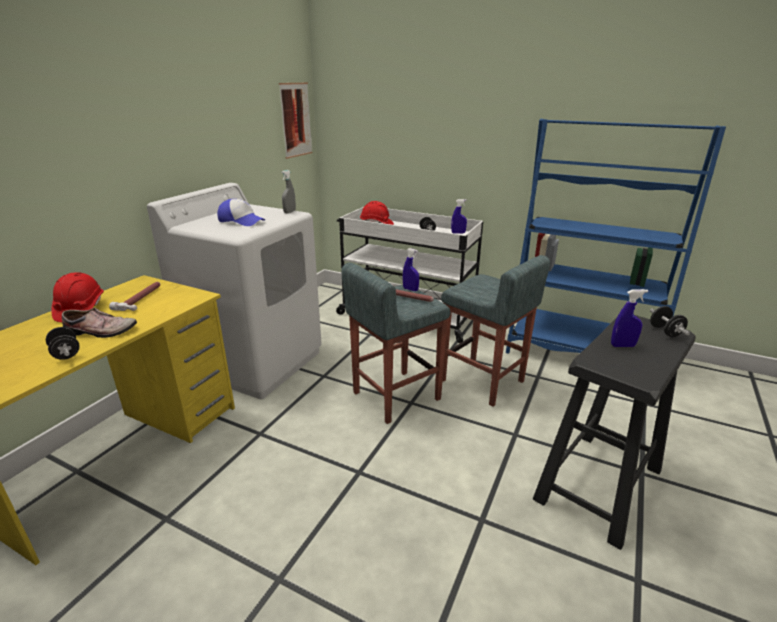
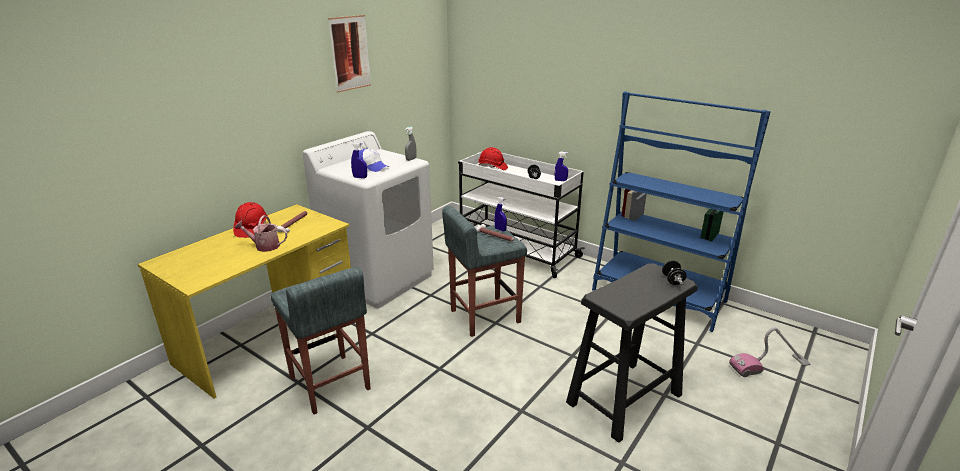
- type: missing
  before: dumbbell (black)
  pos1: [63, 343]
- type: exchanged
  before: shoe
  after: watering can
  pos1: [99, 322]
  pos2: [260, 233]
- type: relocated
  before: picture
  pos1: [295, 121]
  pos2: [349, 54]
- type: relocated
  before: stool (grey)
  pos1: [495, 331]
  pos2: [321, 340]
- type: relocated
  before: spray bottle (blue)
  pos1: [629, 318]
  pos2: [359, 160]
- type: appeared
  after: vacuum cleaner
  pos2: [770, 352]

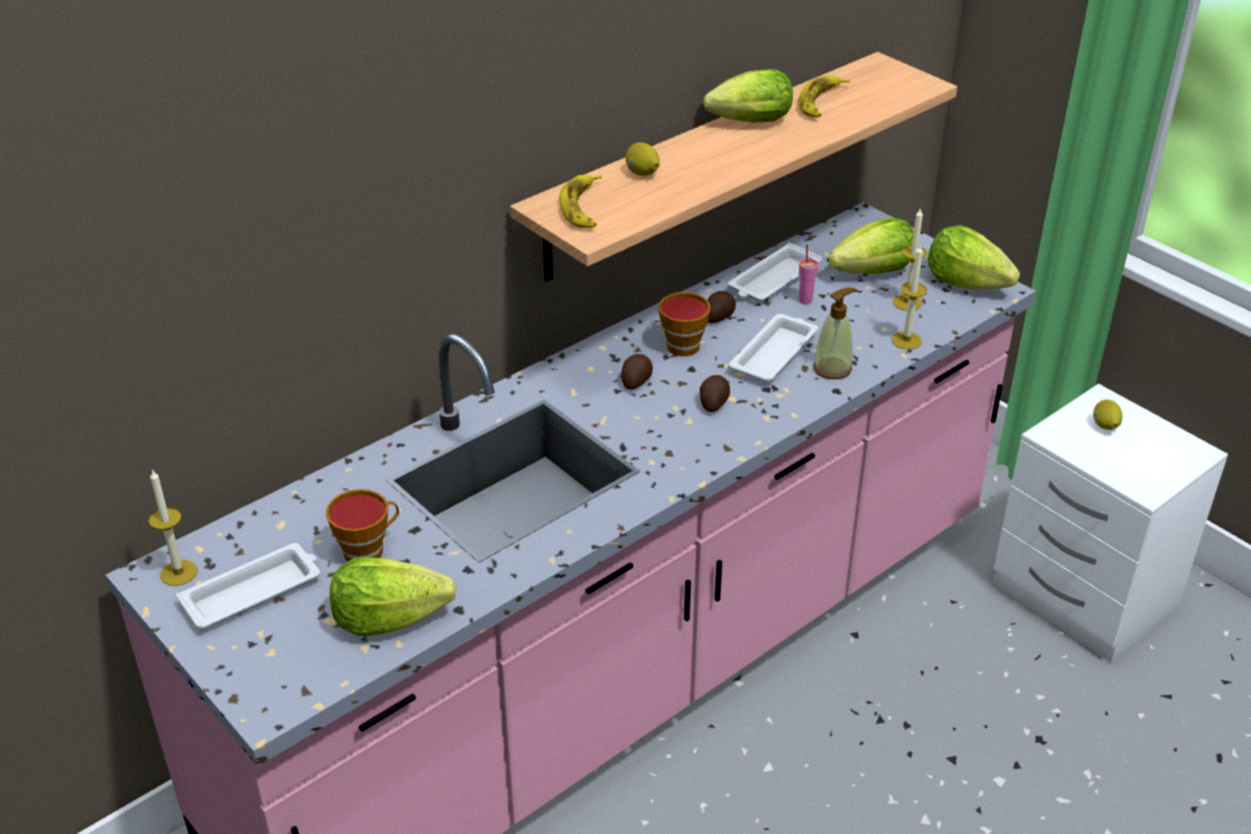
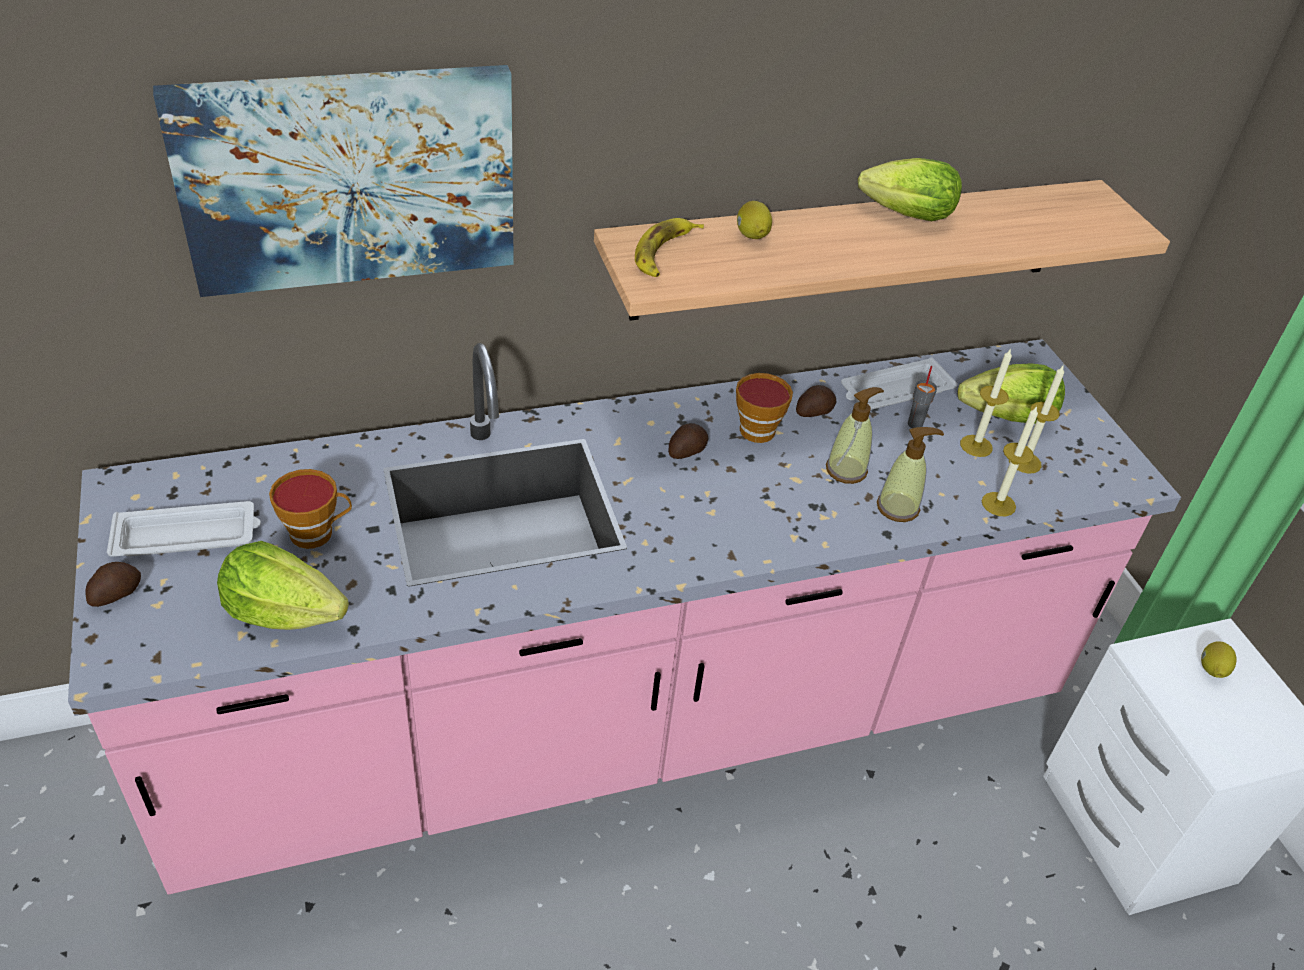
- type: relocated
  before: candle
  pos1: [173, 527]
  pos2: [986, 402]
- type: relocated
  before: potato
  pos1: [715, 393]
  pos2: [113, 584]
- type: exchanged
  before: tray (white)
  after: soap dispenser
  pos1: [773, 348]
  pos2: [855, 435]
- type: missing
  before: banana
  pos1: [824, 96]
- type: colour
  before: cup (pink)
  after: cup (grey)
  pos1: [808, 275]
  pos2: [922, 397]
- type: missing
  before: lettuce
  pos1: [974, 257]
- type: appeared
  after: picture
  pos2: [333, 181]

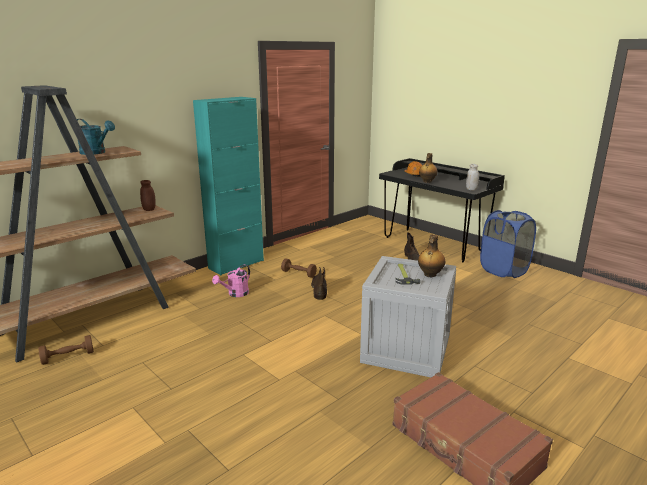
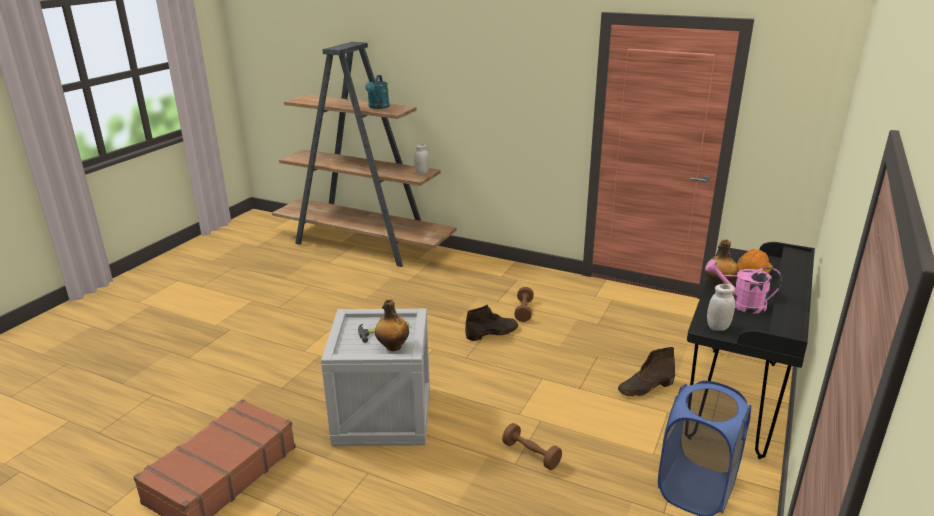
- type: relocated
  before: dumbbell (brown)
  pos1: [66, 350]
  pos2: [532, 446]
- type: colour
  before: jar (brown)
  after: jar (white)
  pos1: [148, 195]
  pos2: [421, 158]
- type: missing
  before: cabinet (turquoise)
  pos1: [228, 186]
- type: relocated
  before: watering can (pink)
  pos1: [231, 280]
  pos2: [743, 286]

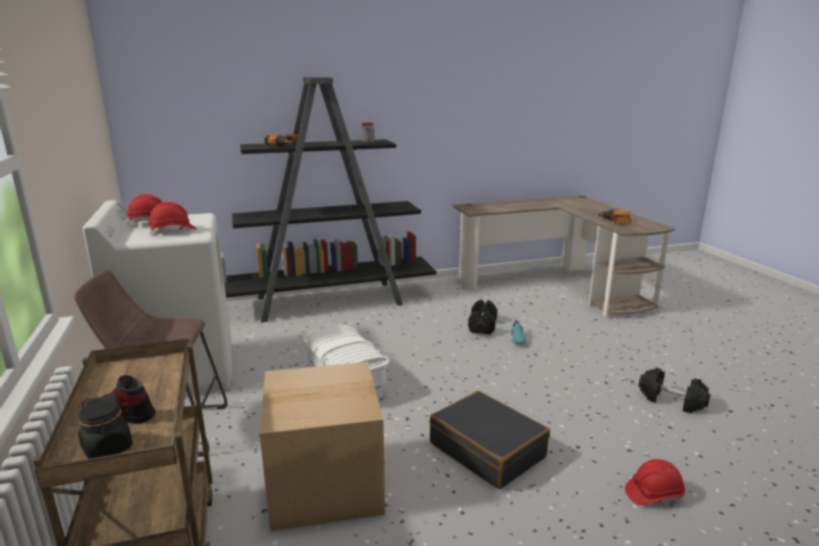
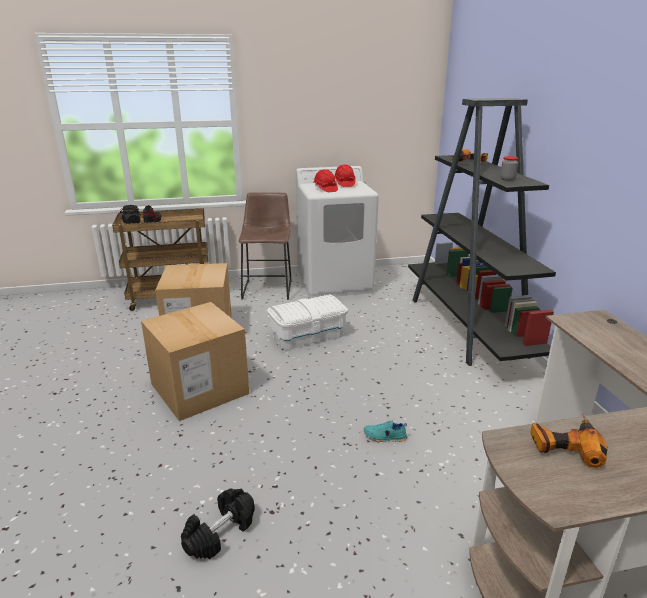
- type: exchanged
  before: suitcase (black)
  after: cardboard box
  pos1: [490, 440]
  pos2: [195, 361]
- type: missing
  before: dumbbell (black)
  pos1: [483, 317]
- type: missing
  before: hard hat (red)
  pos1: [655, 482]

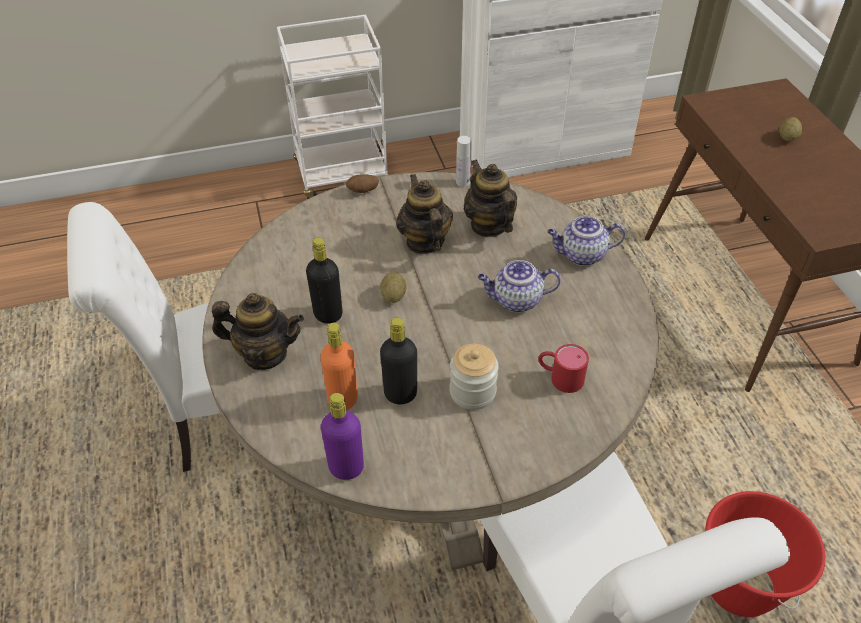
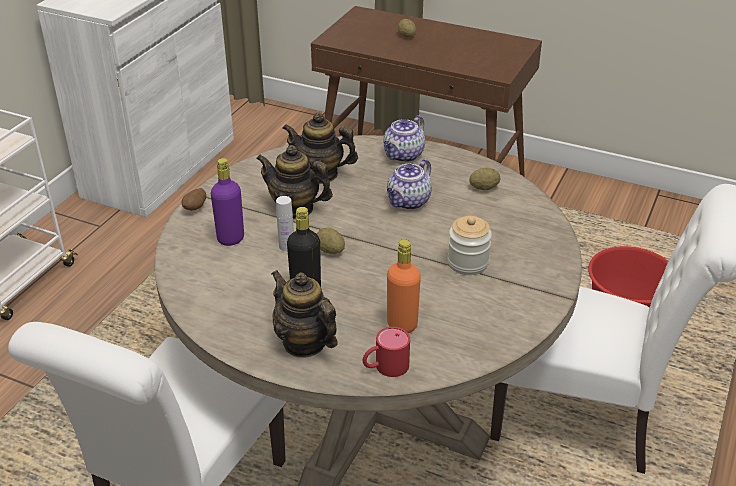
- type: spun
  before: teapot
  pos1: [258, 331]
  pos2: [304, 314]
  turn: -90
- type: relocated
  before: bottle (purple)
  pos1: [342, 436]
  pos2: [227, 202]
- type: missing
  before: bottle (black)
  pos1: [398, 361]
- type: relocated
  before: bottle (white)
  pos1: [463, 161]
  pos2: [285, 223]
- type: relocated
  before: mug (red)
  pos1: [563, 368]
  pos2: [386, 352]
- type: appeared
  after: potato
  pos2: [485, 178]

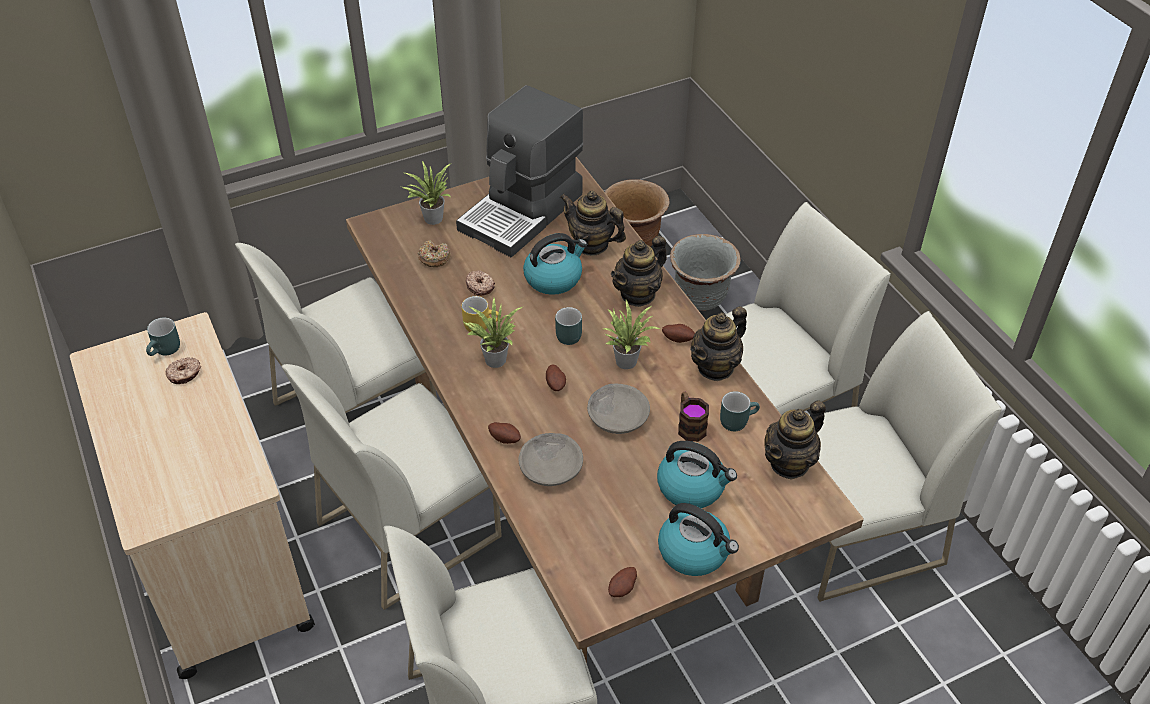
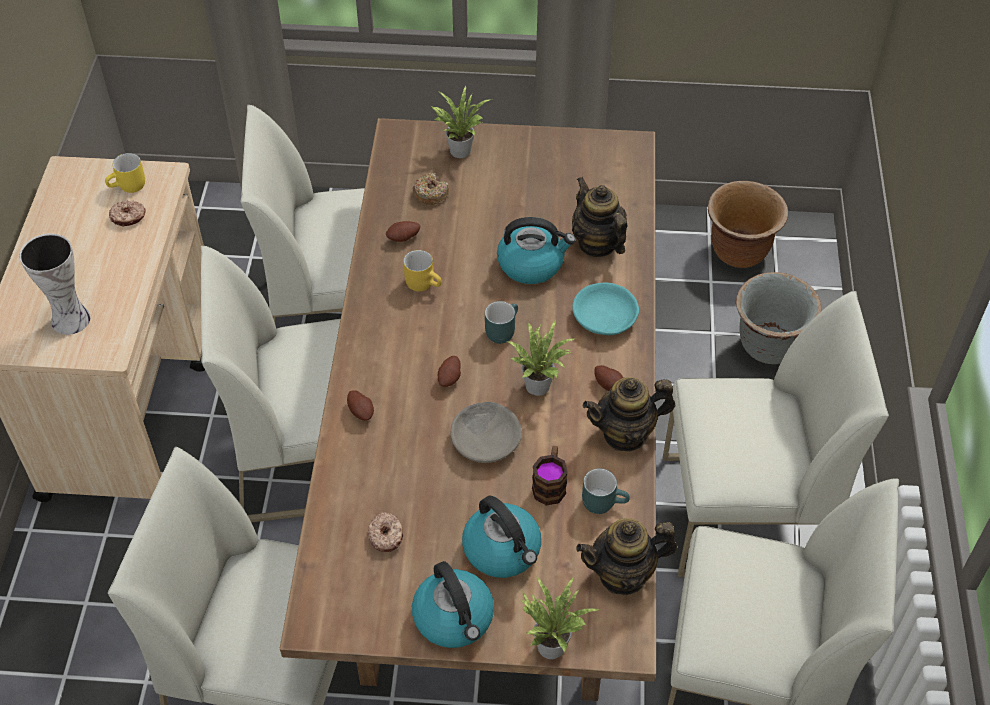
- type: colour
  before: mug (turquoise)
  after: mug (yellow)
  pos1: [163, 337]
  pos2: [125, 173]
- type: missing
  before: coffee machine
  pos1: [519, 171]
- type: relocated
  before: potted plant
  pos1: [492, 332]
  pos2: [560, 617]
- type: relocated
  before: donut
  pos1: [480, 283]
  pos2: [385, 532]
- type: missing
  before: bowl (grey)
  pos1: [550, 459]
- type: relocated
  before: potato
  pos1: [622, 582]
  pos2: [403, 231]
- type: exchanged
  before: teapot
  after: bowl (turquoise)
  pos1: [639, 271]
  pos2: [605, 309]
- type: appeared
  after: vase
  pos2: [55, 284]

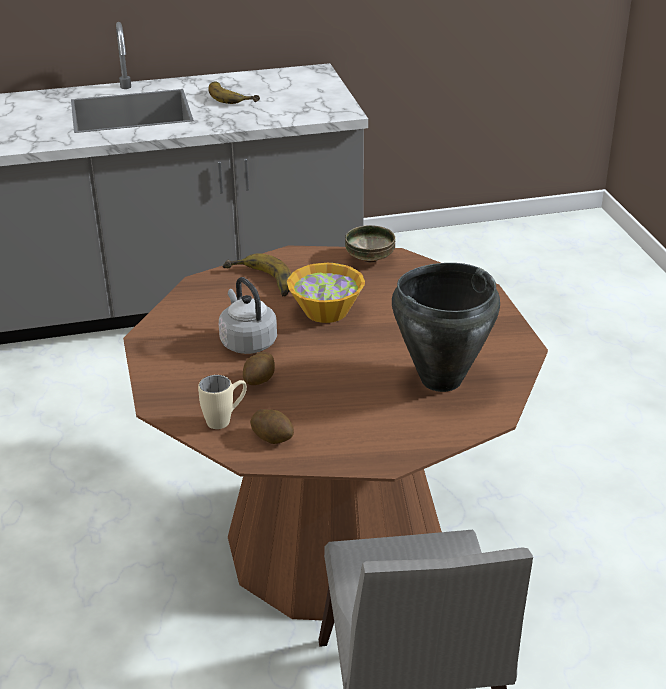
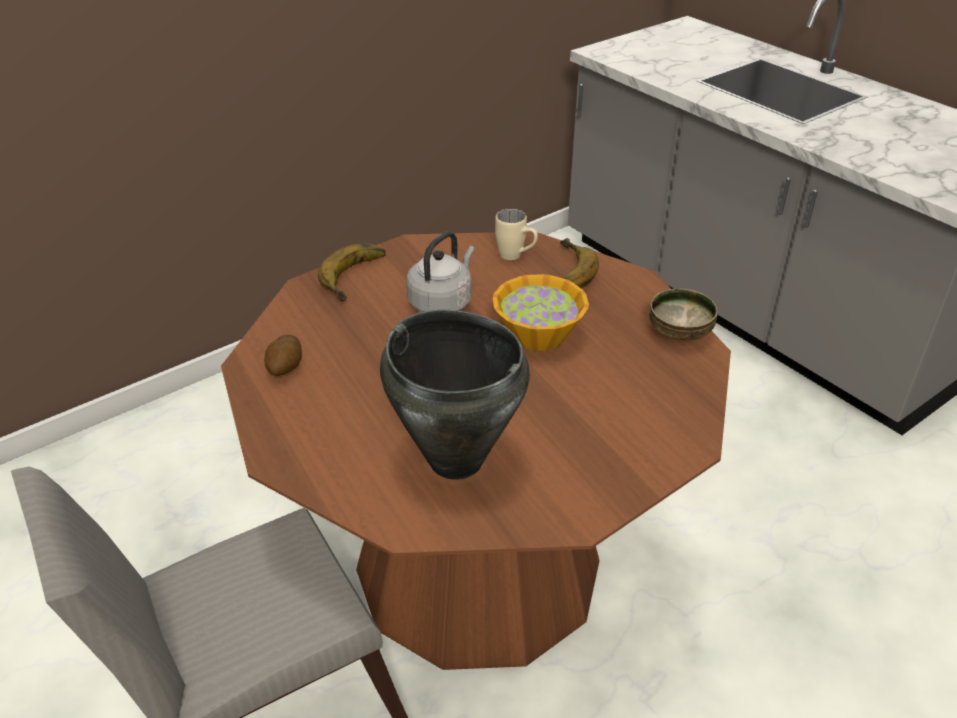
- type: relocated
  before: mug (beige)
  pos1: [222, 402]
  pos2: [516, 234]
- type: relocated
  before: banana
  pos1: [234, 92]
  pos2: [352, 272]
- type: missing
  before: potato
  pos1: [259, 368]

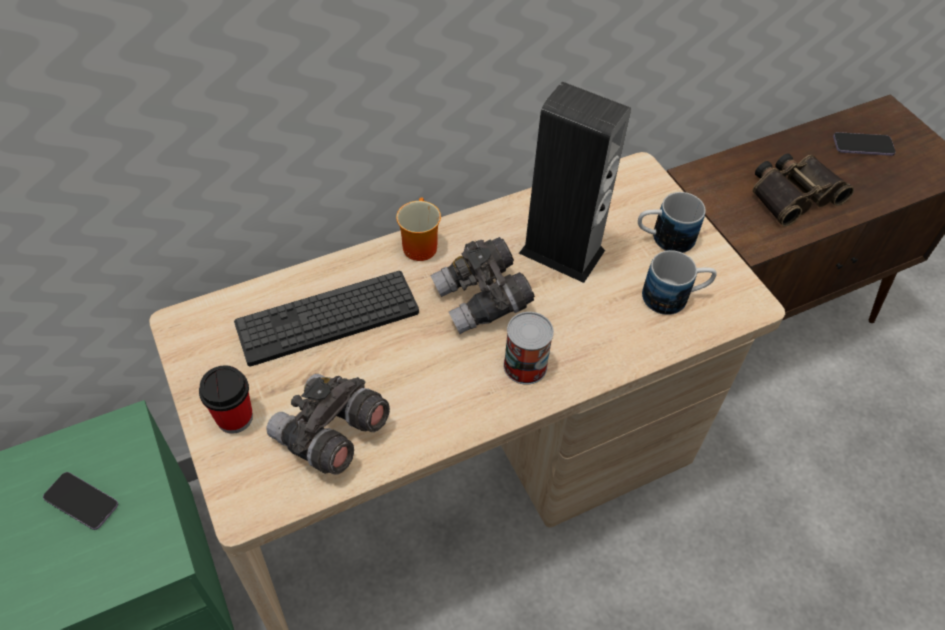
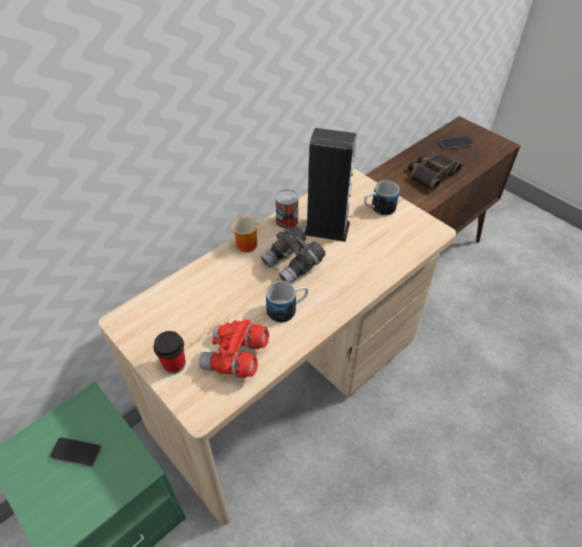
- type: missing
  before: keyboard
  pos1: [326, 319]
- type: colour
  before: binoculars (grey)
  after: binoculars (red)
  pos1: [328, 424]
  pos2: [234, 348]
- type: relocated
  before: can
  pos1: [528, 348]
  pos2: [287, 209]
- type: relocated
  before: mug
  pos1: [679, 282]
  pos2: [287, 302]

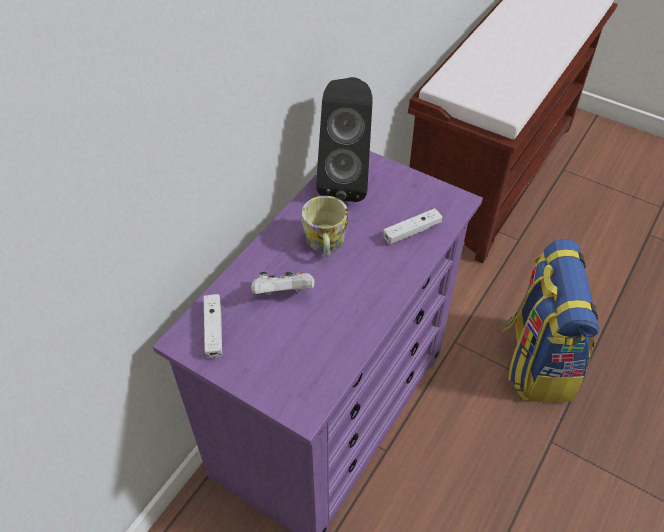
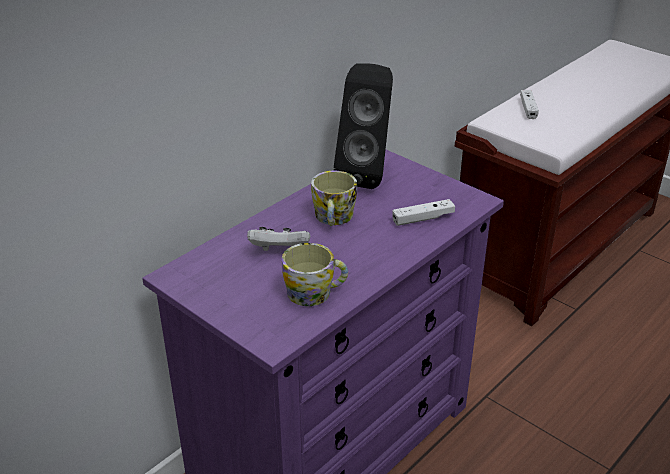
- type: relocated
  before: game controller (white)
  pos1: [213, 326]
  pos2: [529, 104]
- type: missing
  before: backpack
  pos1: [550, 320]
- type: appeared
  after: mug
  pos2: [315, 274]

